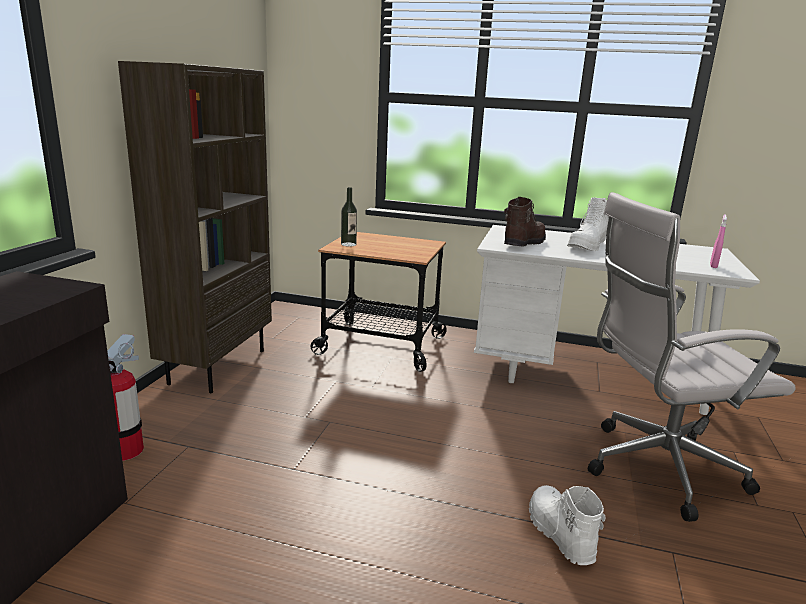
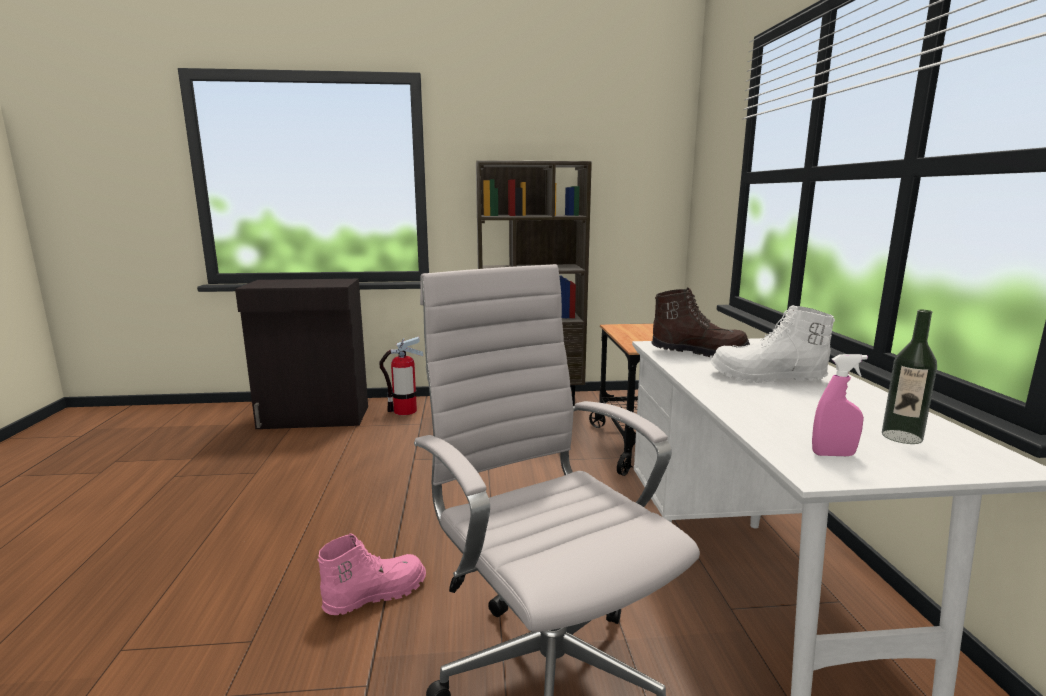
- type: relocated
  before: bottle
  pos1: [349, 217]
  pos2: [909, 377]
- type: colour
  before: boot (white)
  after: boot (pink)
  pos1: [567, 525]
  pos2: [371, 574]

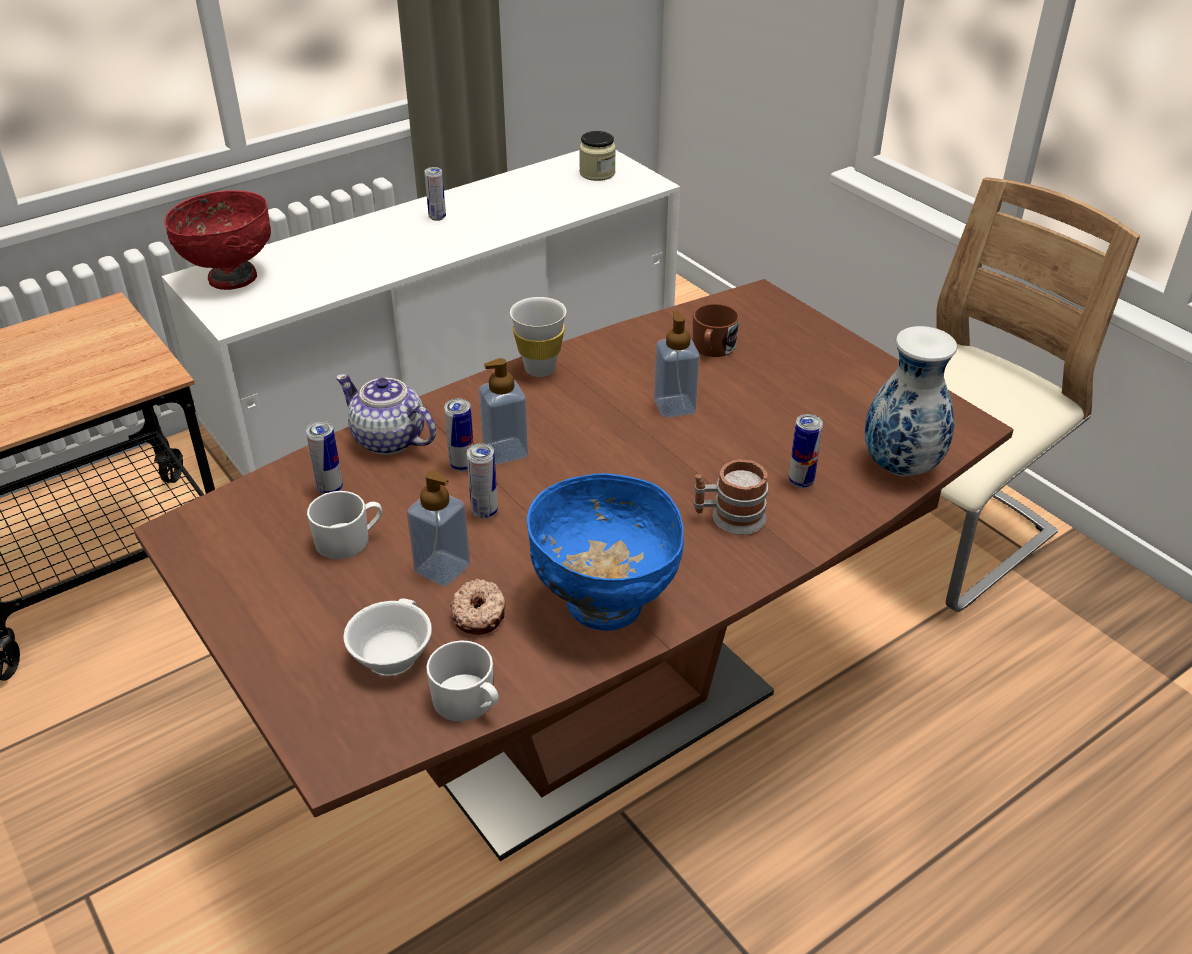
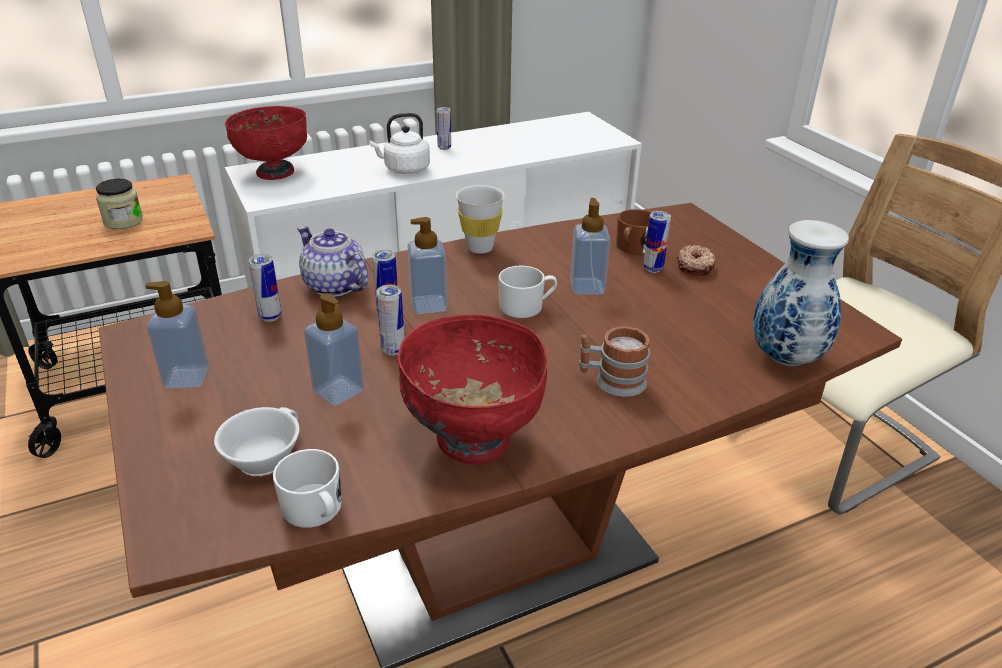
- type: relocated
  before: mug (white)
  pos1: [344, 525]
  pos2: [527, 292]
- type: relocated
  before: donut
  pos1: [477, 607]
  pos2: [696, 260]
- type: colour
  before: bowl (blue)
  after: bowl (red)
  pos1: [605, 552]
  pos2: [472, 389]
- type: relocated
  before: jar
  pos1: [597, 156]
  pos2: [119, 204]
- type: relocated
  before: can
  pos1: [806, 451]
  pos2: [657, 242]
- type: appeared
  after: soap dispenser
  pos2: [177, 335]
- type: appeared
  after: kettle (white)
  pos2: [399, 143]

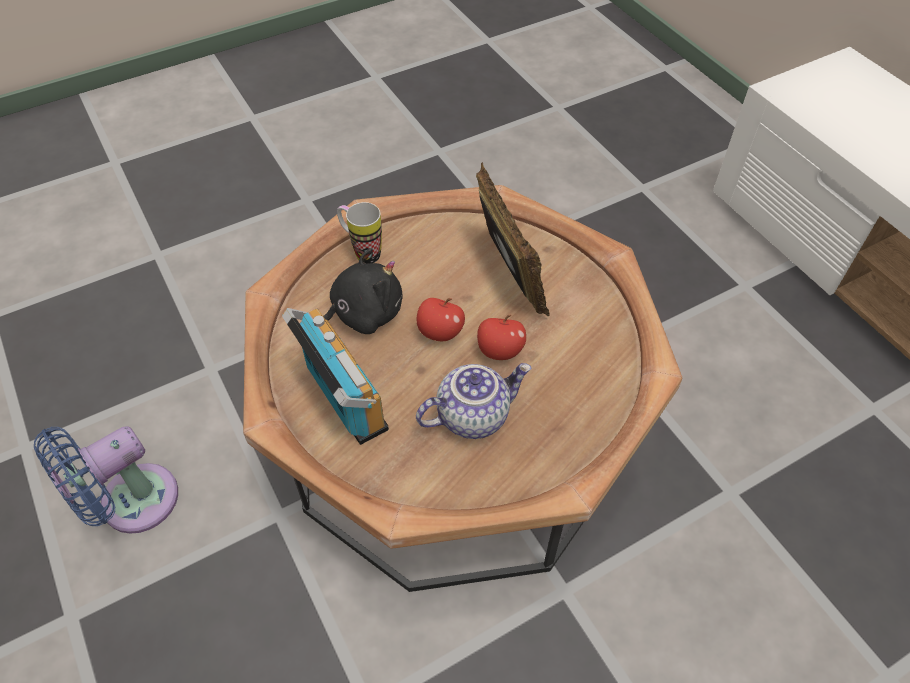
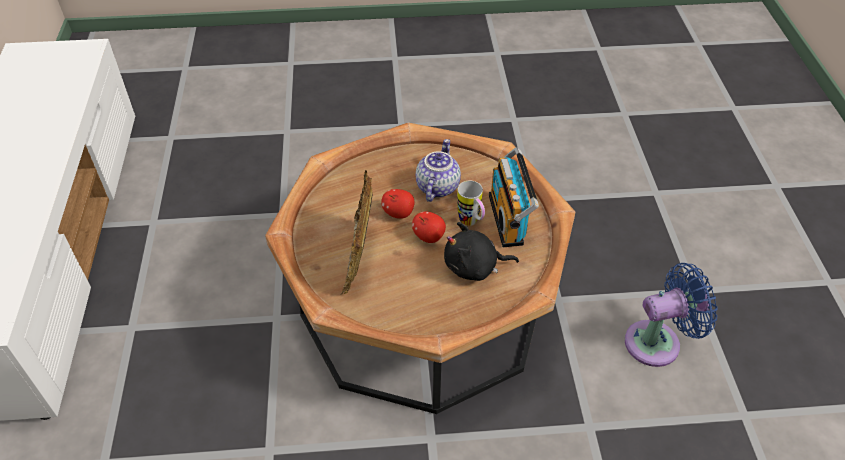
- type: relocated
  before: mug
  pos1: [359, 233]
  pos2: [471, 203]
- type: spun
  before: teapot
  pos1: [473, 401]
  pos2: [438, 170]
  turn: 105

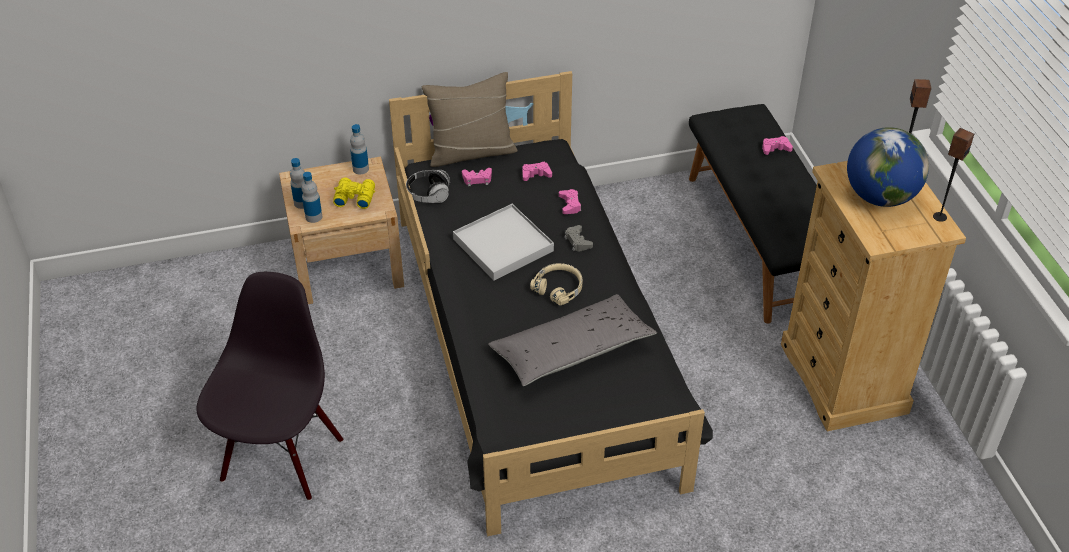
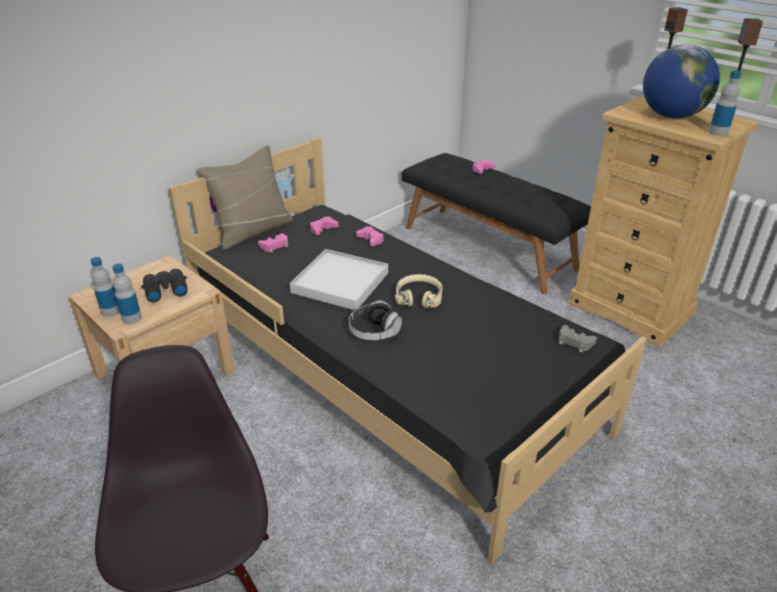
- type: colour
  before: binoculars (yellow)
  after: binoculars (black)
  pos1: [354, 193]
  pos2: [164, 285]
- type: relocated
  before: bottle
  pos1: [359, 149]
  pos2: [725, 103]
- type: relocated
  before: headphones
  pos1: [428, 186]
  pos2: [375, 320]
- type: missing
  before: pillow (grey)
  pos1: [572, 340]
- type: relocated
  before: game controller (grey)
  pos1: [578, 238]
  pos2: [577, 338]

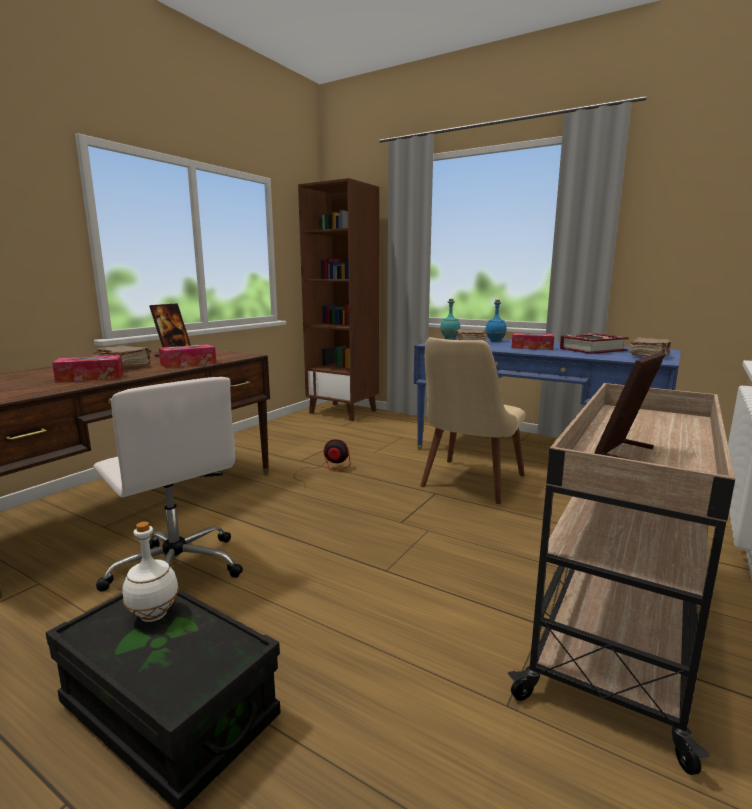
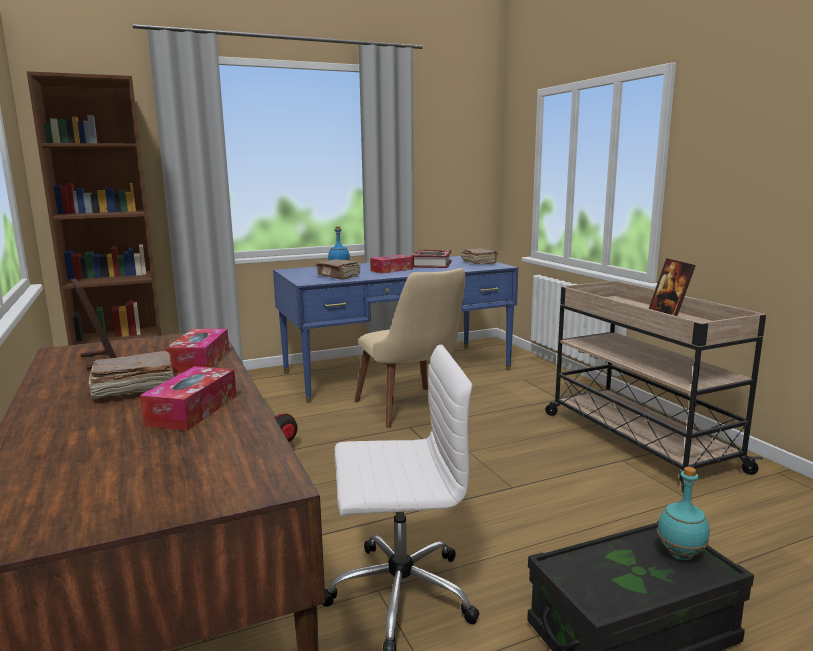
- type: missing
  before: bottle (white)
  pos1: [151, 571]
- type: relocated
  before: bottle (turquoise)
  pos1: [450, 319]
  pos2: [683, 513]

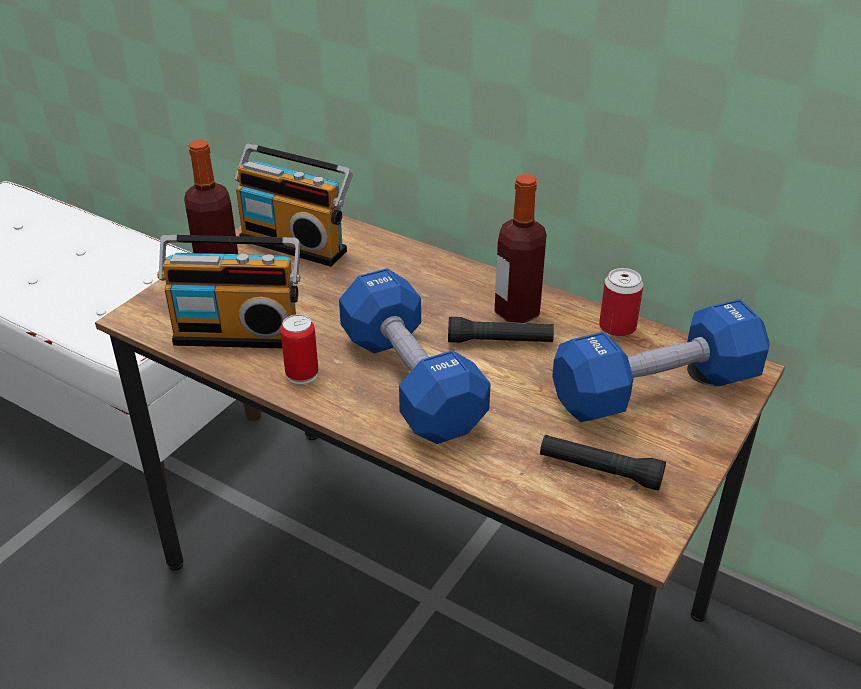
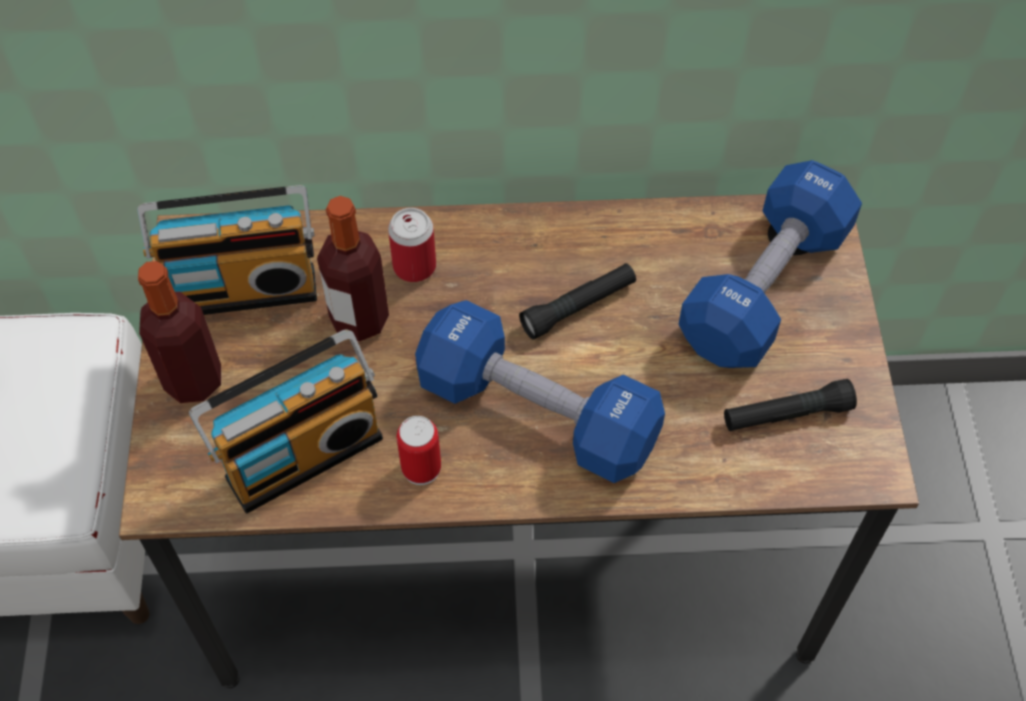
- type: relocated
  before: bottle
  pos1: [521, 248]
  pos2: [353, 269]
- type: relocated
  before: can
  pos1: [621, 302]
  pos2: [412, 245]

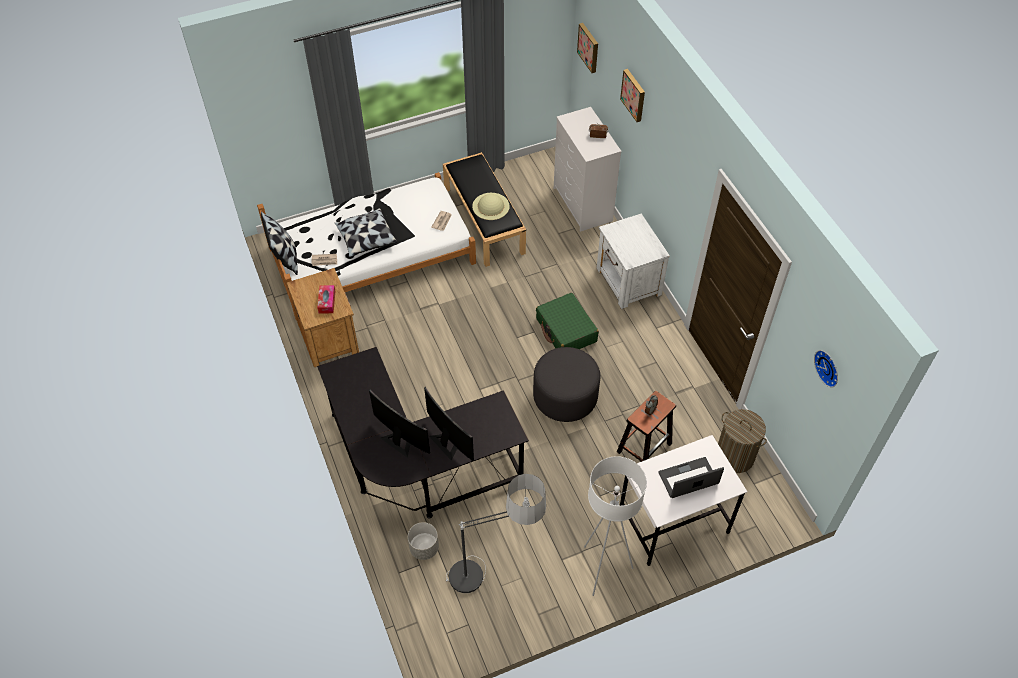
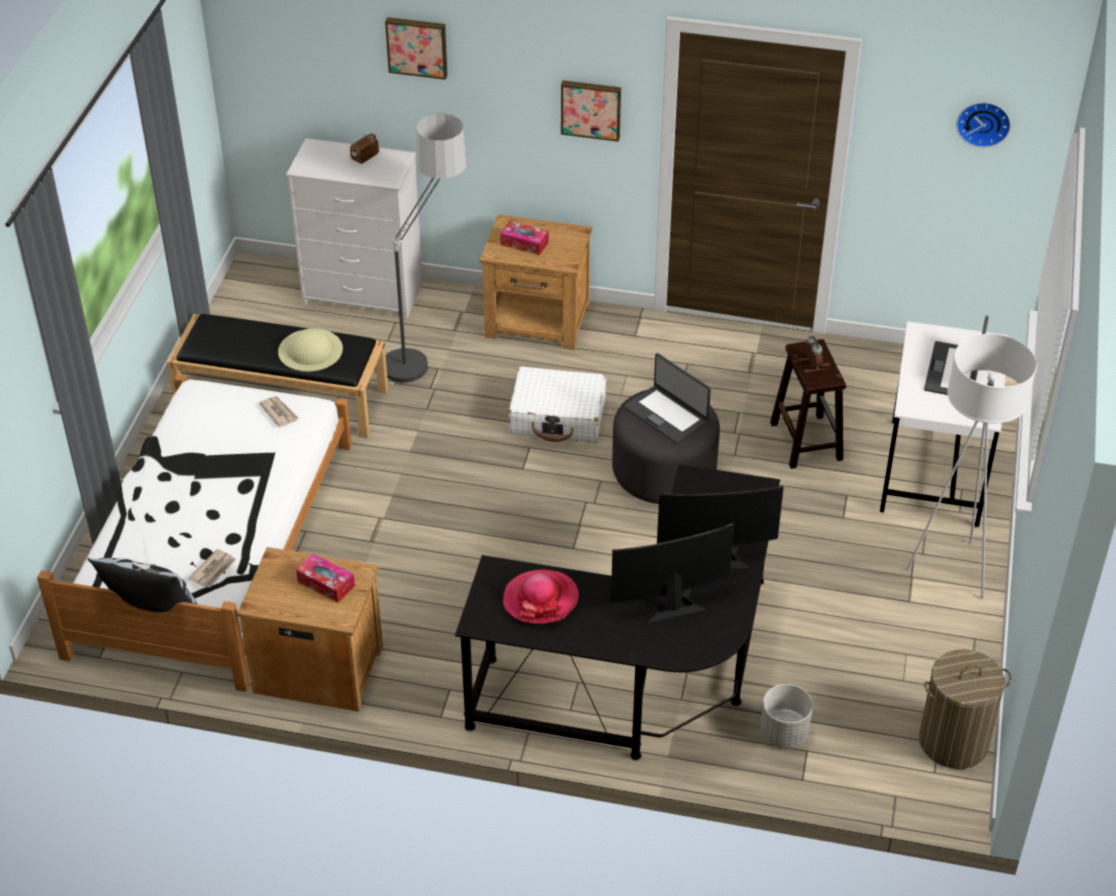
- type: missing
  before: pillow
  pos1: [365, 232]
- type: relocated
  before: floor lamp
  pos1: [496, 533]
  pos2: [426, 249]
- type: colour
  before: suitcase (green)
  after: suitcase (white)
  pos1: [567, 321]
  pos2: [557, 404]
- type: relocated
  before: picture
  pos1: [587, 48]
  pos2: [591, 111]
- type: colour
  before: nightstand (white)
  after: nightstand (brown)
  pos1: [633, 261]
  pos2: [536, 282]
- type: relocated
  before: laundry basket
  pos1: [742, 441]
  pos2: [965, 709]
- type: appeared
  after: tissue box
  pos2: [524, 238]
- type: appeared
  after: hat
  pos2: [541, 597]
- type: appeared
  after: laptop
  pos2: [667, 398]

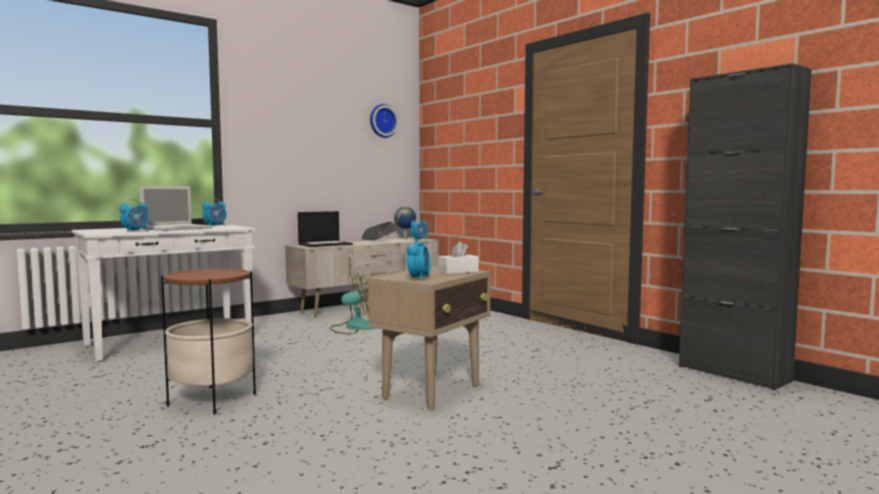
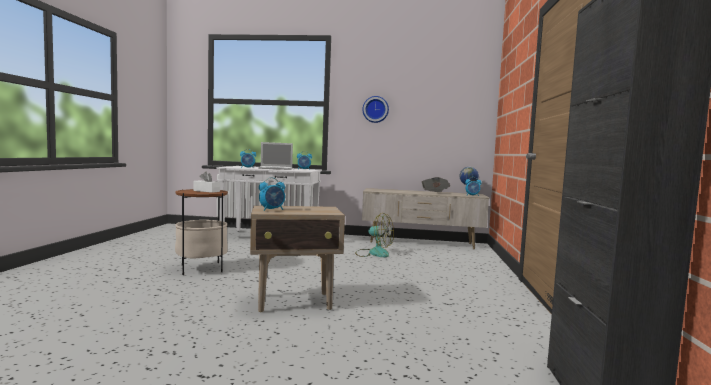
- type: missing
  before: laptop
  pos1: [325, 229]
- type: relocated
  before: wall clock
  pos1: [384, 121]
  pos2: [376, 109]
- type: relocated
  before: tissue box (white)
  pos1: [458, 257]
  pos2: [206, 182]

